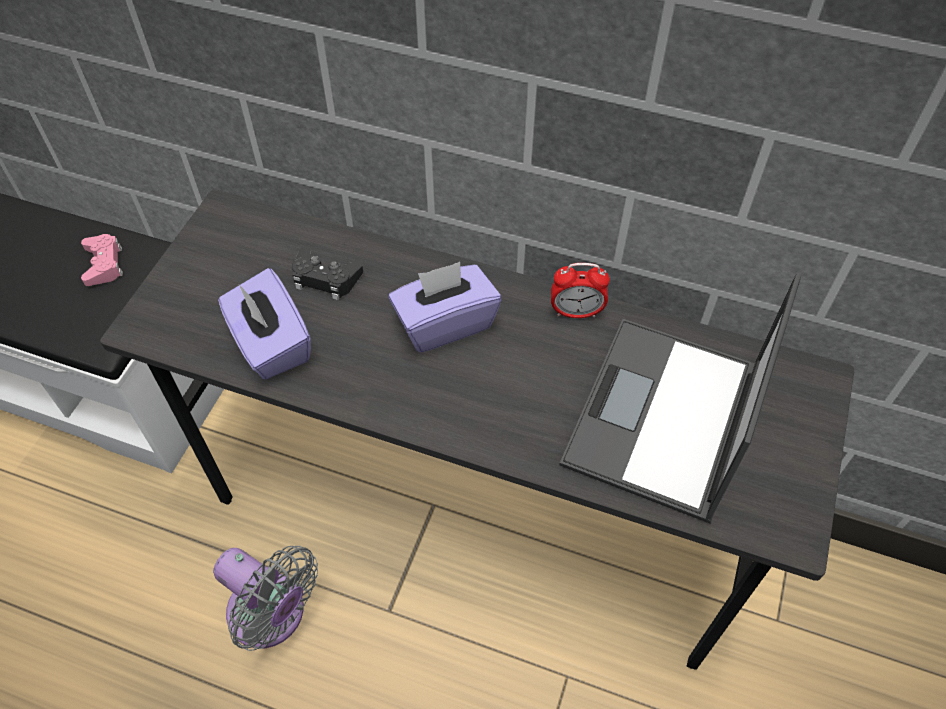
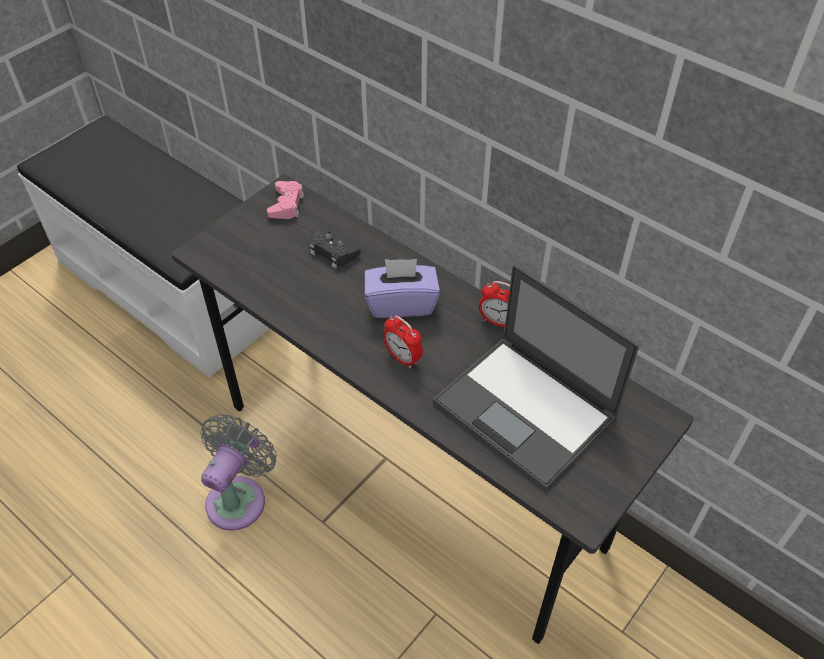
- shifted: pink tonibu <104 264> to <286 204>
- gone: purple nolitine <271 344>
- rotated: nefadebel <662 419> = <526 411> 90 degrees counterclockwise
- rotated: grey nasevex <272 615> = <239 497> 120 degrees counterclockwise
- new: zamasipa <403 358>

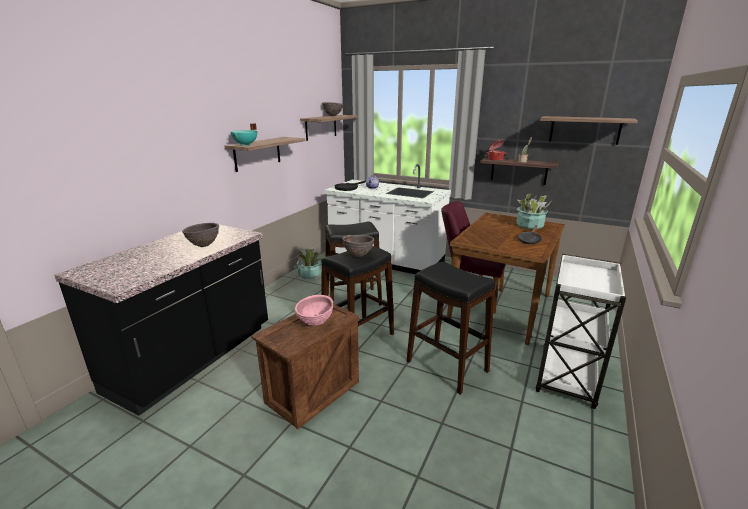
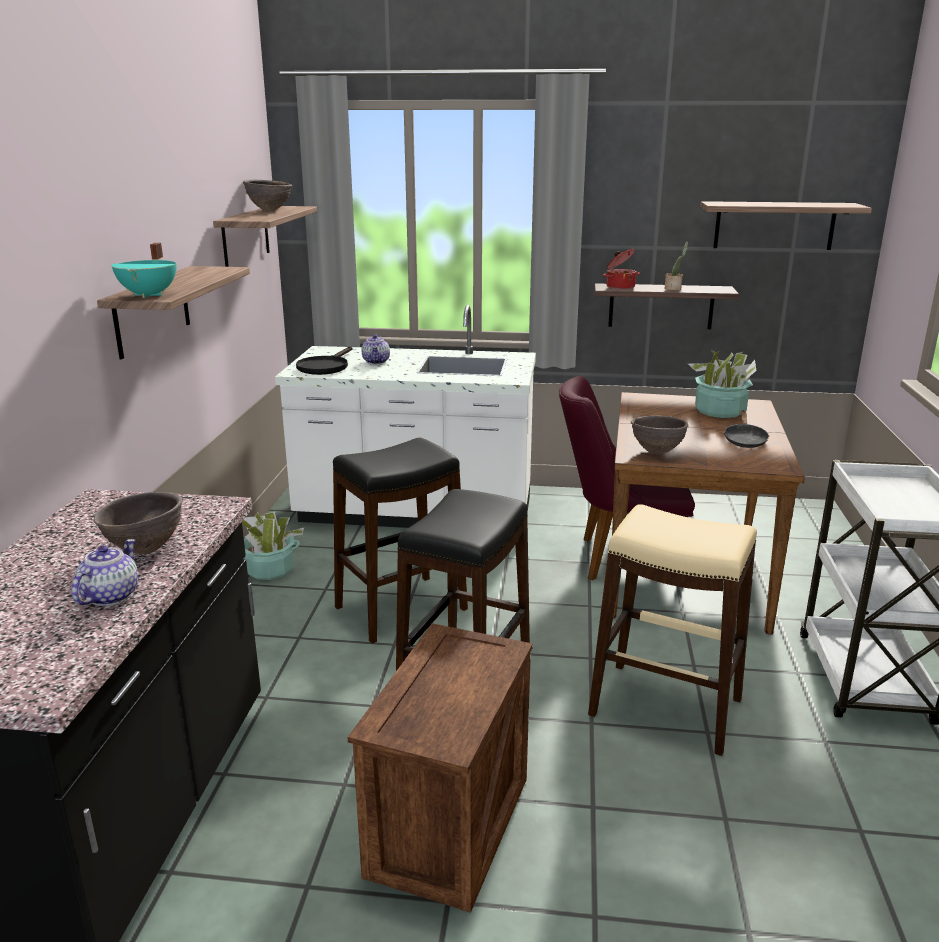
- shifted: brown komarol <358 255> to <657 452>
- repainted: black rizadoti <446 366> to beige rizadoti <664 707>
- gone: pink komarol <315 323>
- new: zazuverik <110 595>

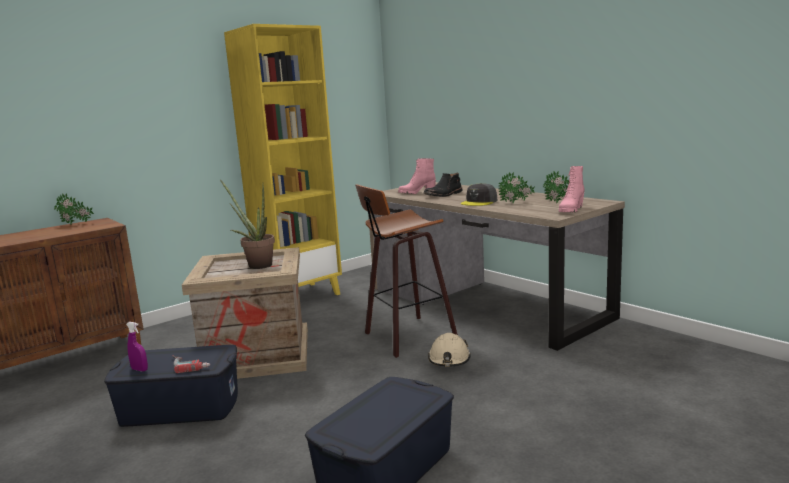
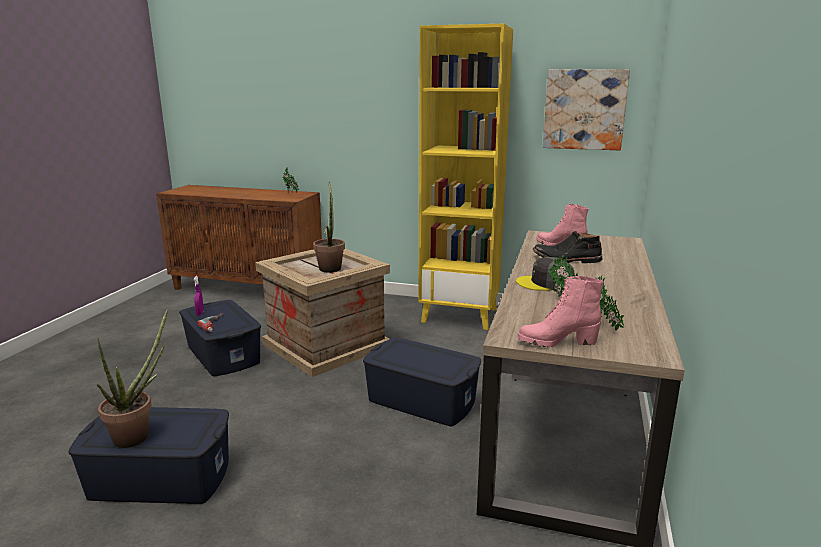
- swapped: rizadoti <407 337> to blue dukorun <422 400>
- gone: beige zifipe <449 360>
- new: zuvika <584 109>
- new: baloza <138 434>

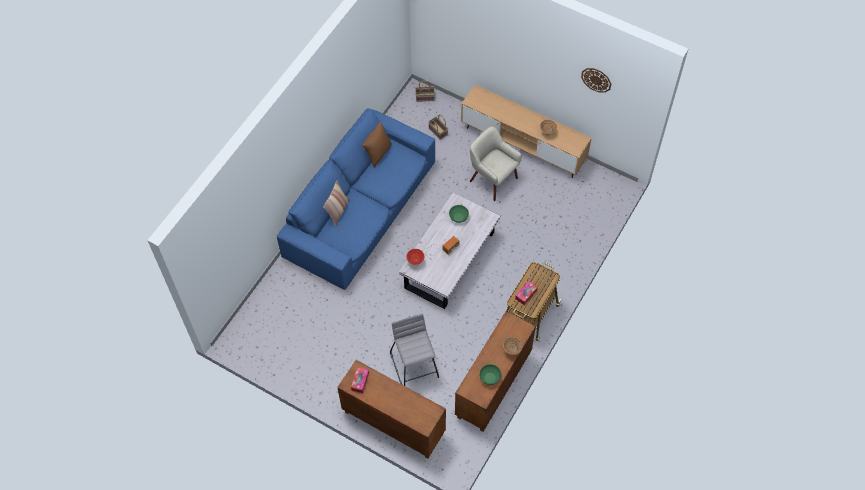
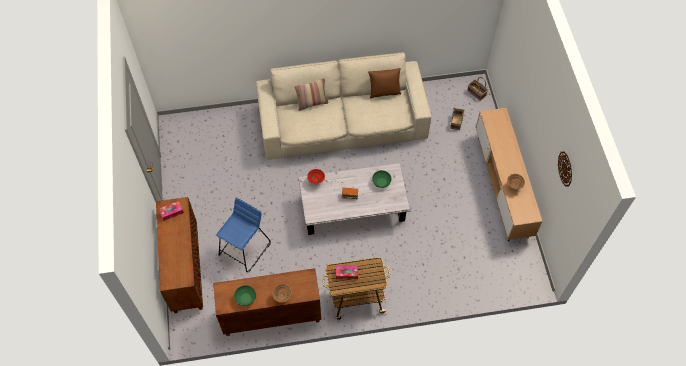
- repainted: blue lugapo <361 210> to beige lugapo <342 123>
- gone: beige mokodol <492 179>
- repainted: grey rizadoti <415 365> to blue rizadoti <245 249>

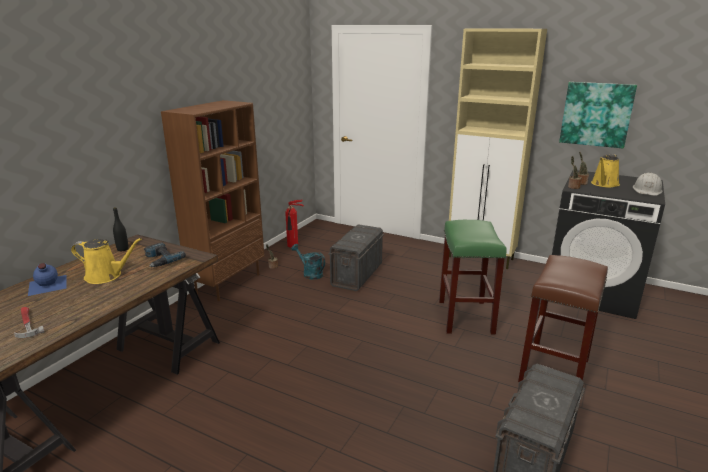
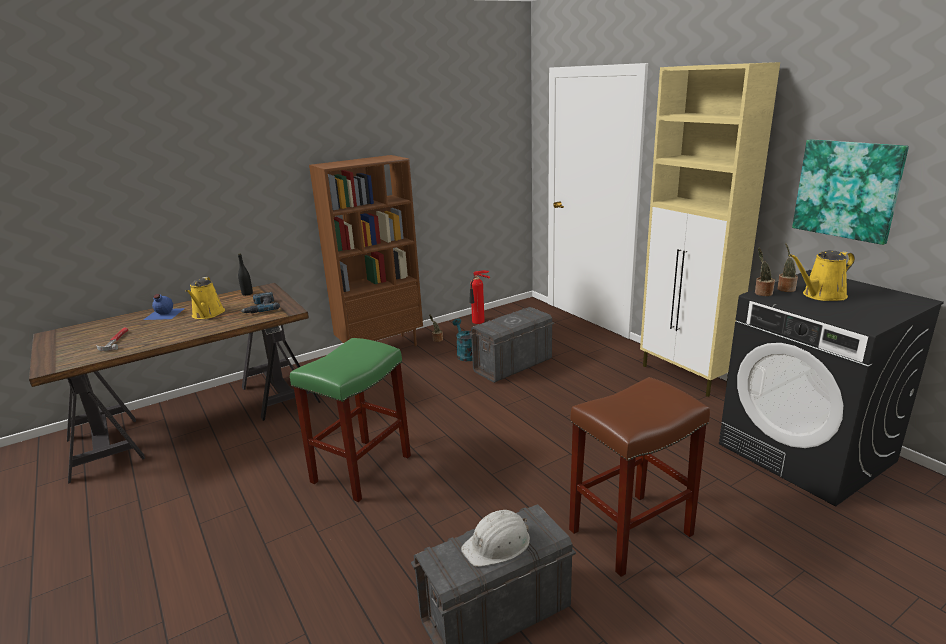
- shifted: white zifipe <647 190> to <498 544>
- shifted: green rizadoti <465 316> to <362 468>
- rotated: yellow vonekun <106 276> = <207 314> 45 degrees clockwise

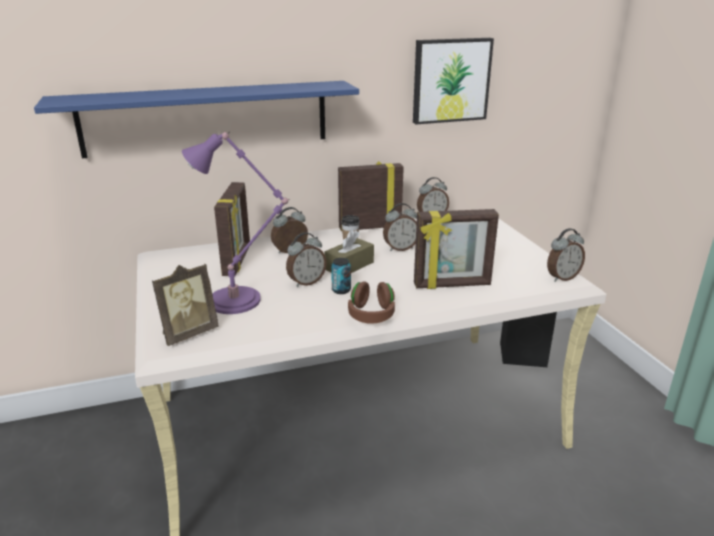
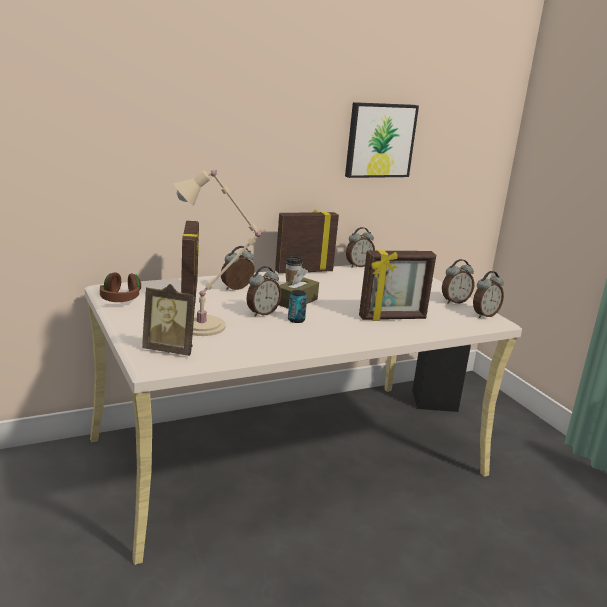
- gone: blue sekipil <206 118>
- repainted: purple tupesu <239 300> to beige tupesu <205 326>
- shifted: zamasipa <400 248> to <454 301>
- rotated: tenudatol <188 333> = <170 349> 60 degrees clockwise
- shifted: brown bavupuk <371 315> to <120 299>

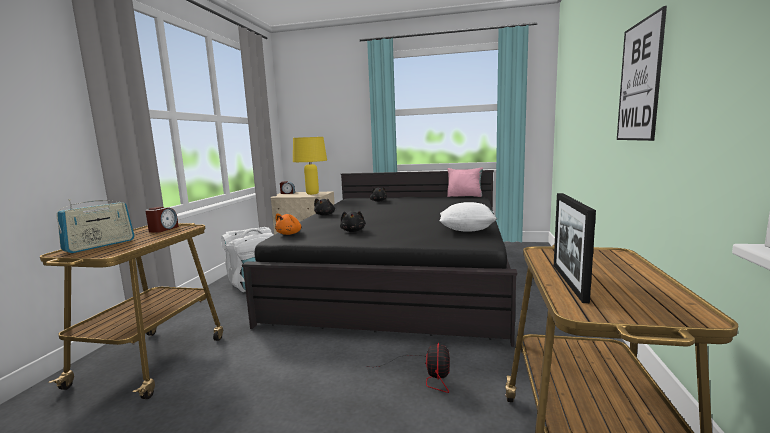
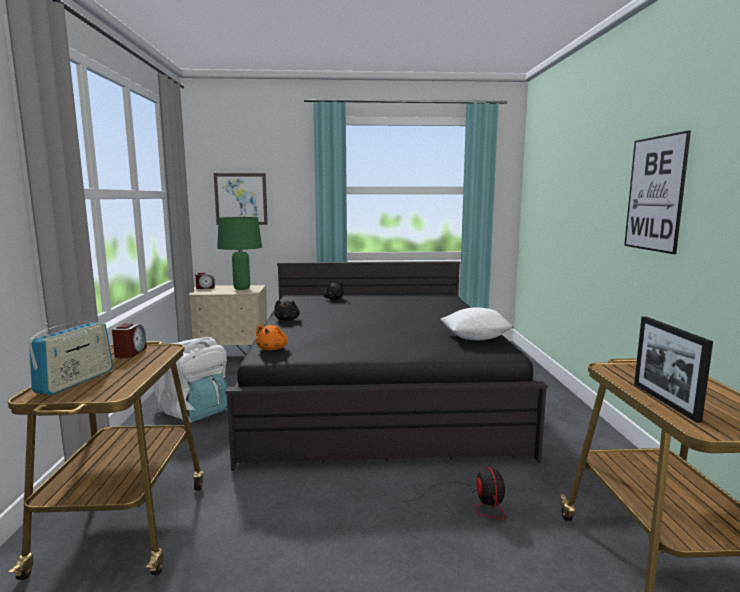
- repainted: yellow tupesu <312 194> to green tupesu <242 289>
- gone: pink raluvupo <465 196>
- gone: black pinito <353 231>
- new: zuvika <241 199>

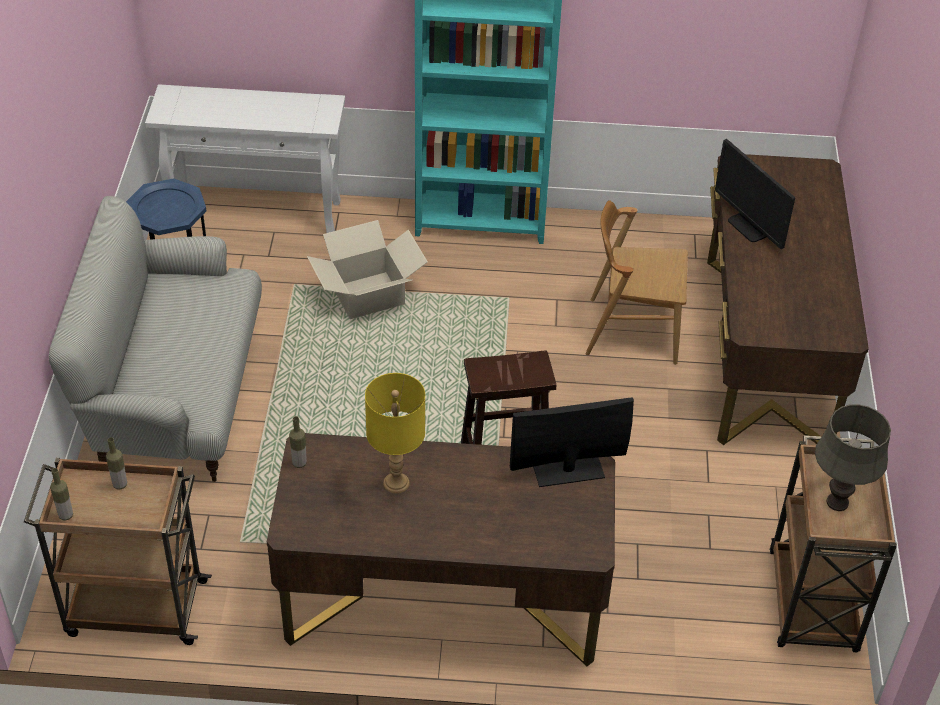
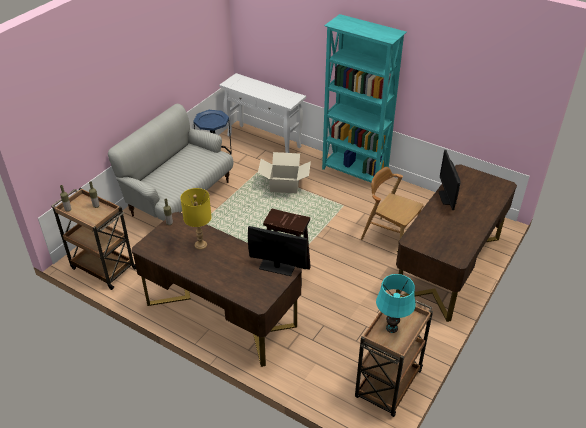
- repainted: grey tupesu <837 502> to turquoise tupesu <391 328>

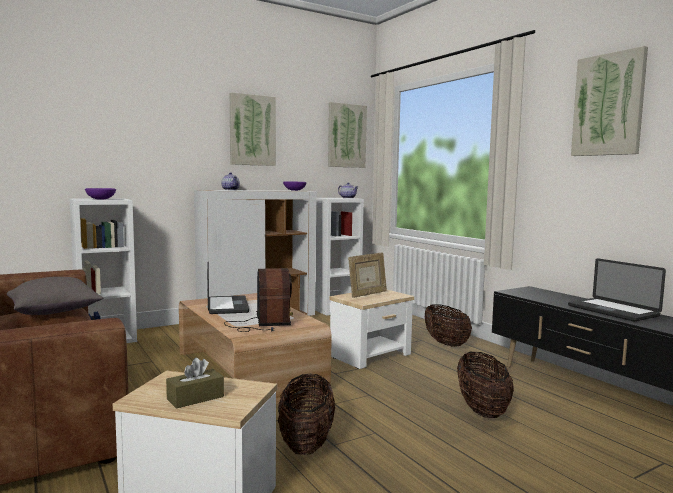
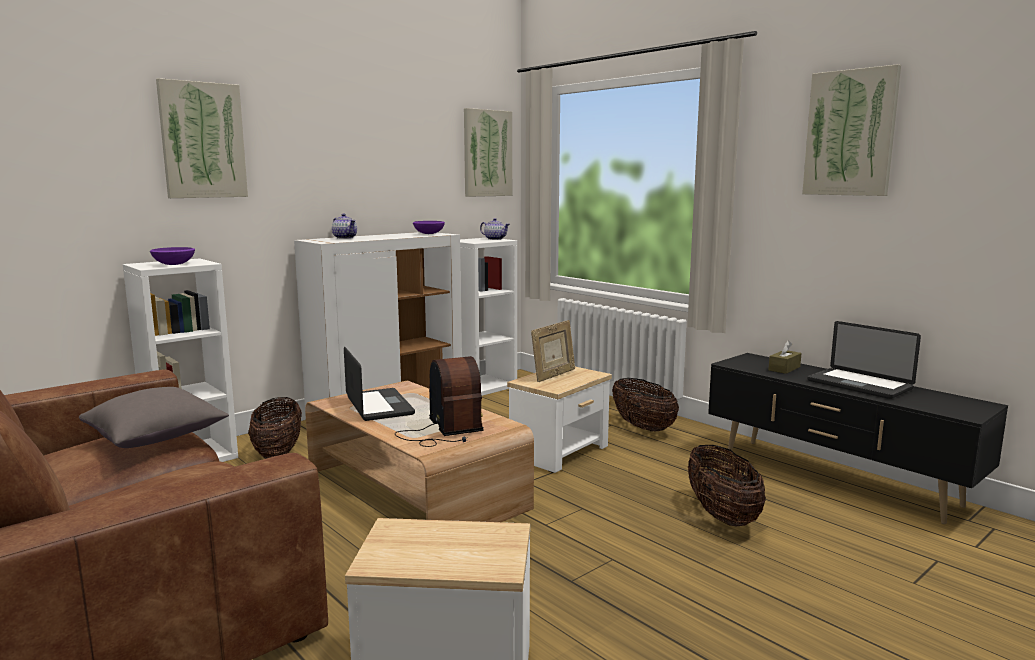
- shifted: zuvika <252 130> to <202 140>
- shifted: brown nolitine <195 398> to <784 368>
- shifted: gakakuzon <306 442> to <278 453>

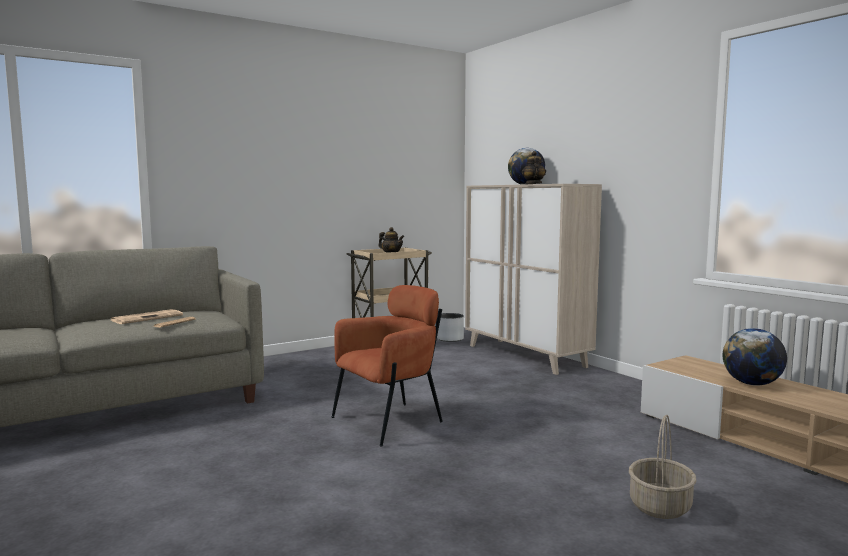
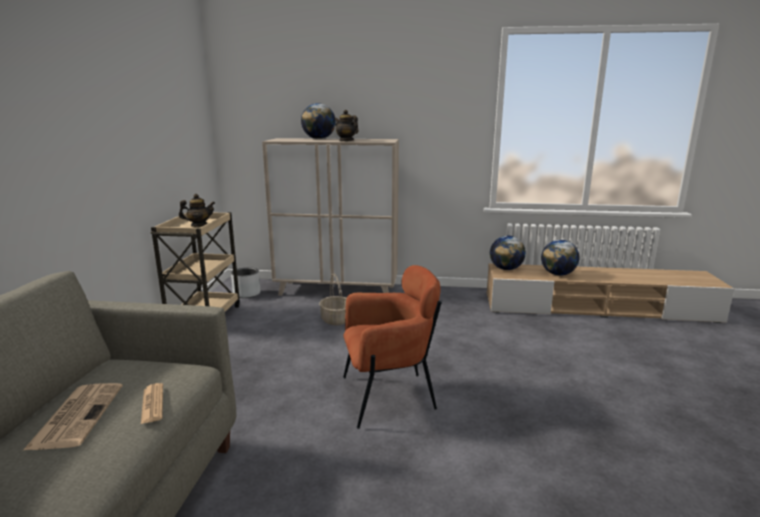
- rotated: brown mokodol <390 422> = <388 396> 75 degrees clockwise
- shifted: gakakuzon <660 507> to <336 320>
- new: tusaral <506 269>

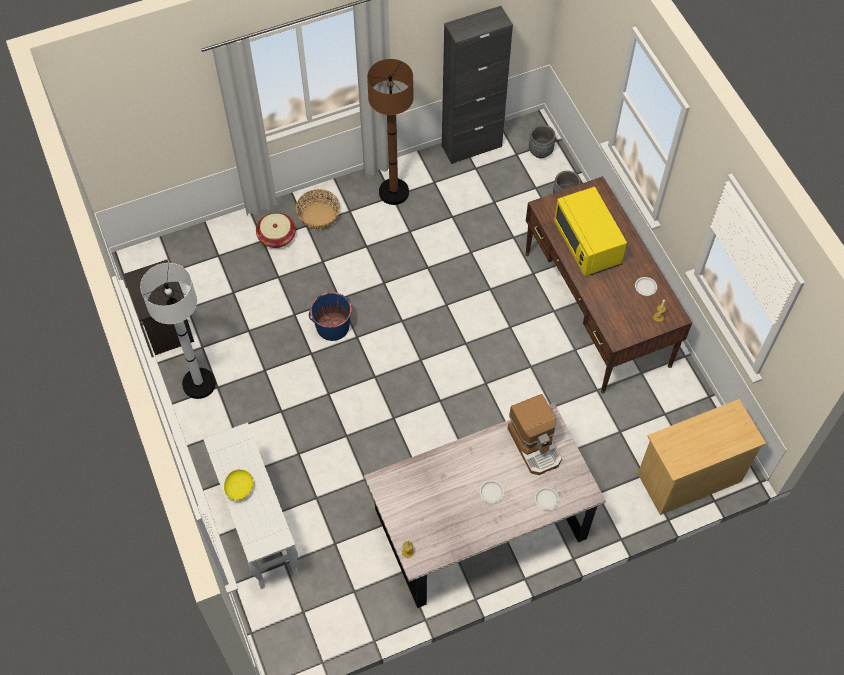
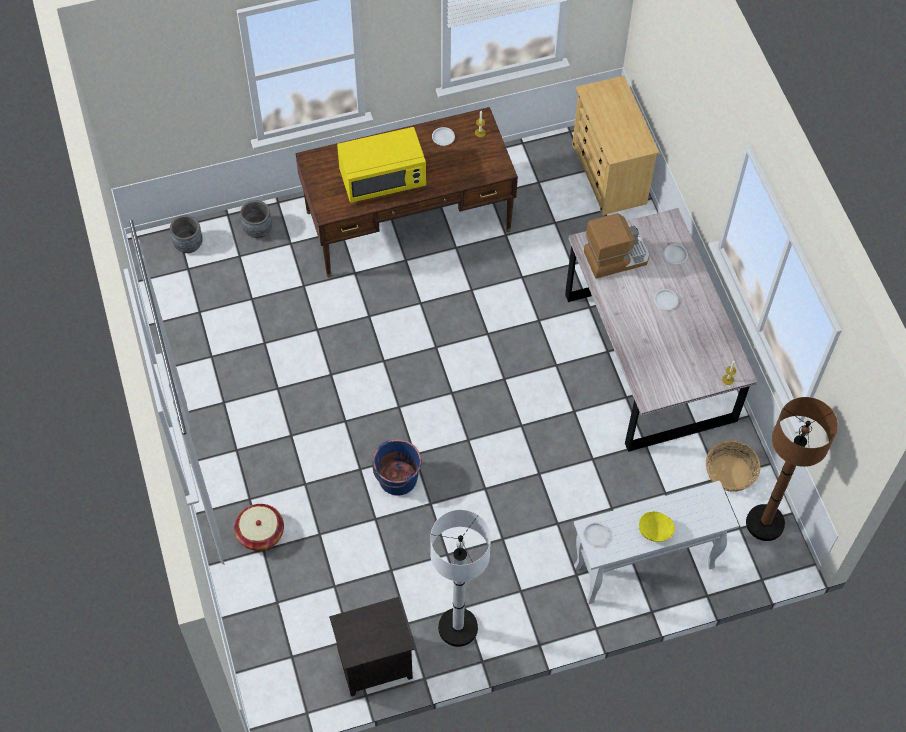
- gone: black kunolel <471 146>
- shifted: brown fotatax <393 192> to <765 523>
- shifted: gakakuzon <318 216> to <730 473>
- new: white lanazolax <595 535>

